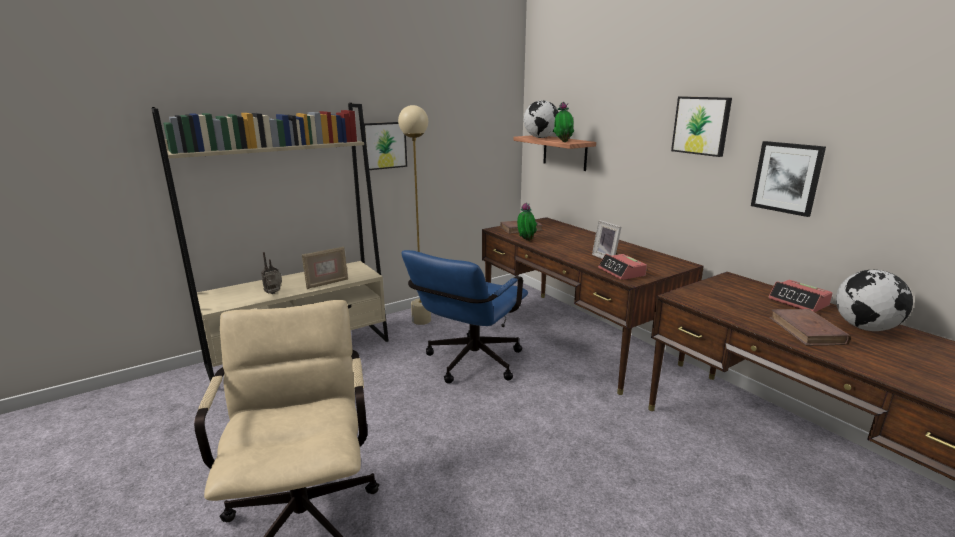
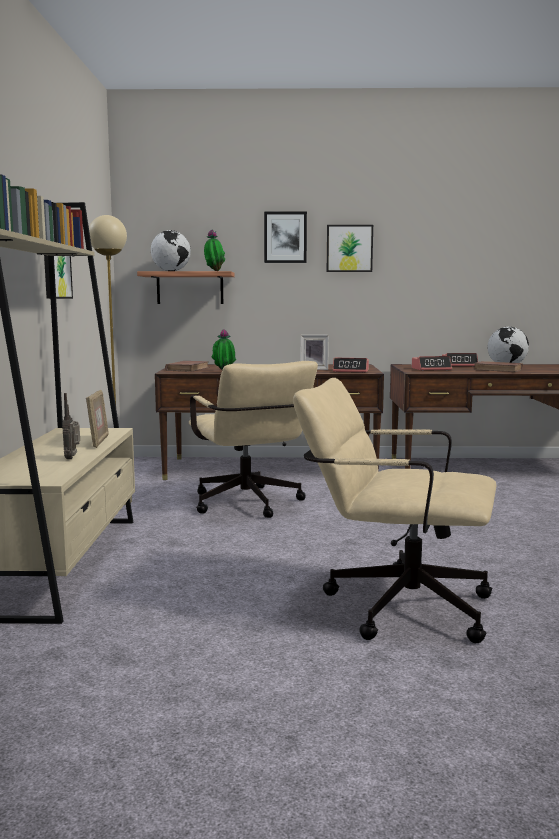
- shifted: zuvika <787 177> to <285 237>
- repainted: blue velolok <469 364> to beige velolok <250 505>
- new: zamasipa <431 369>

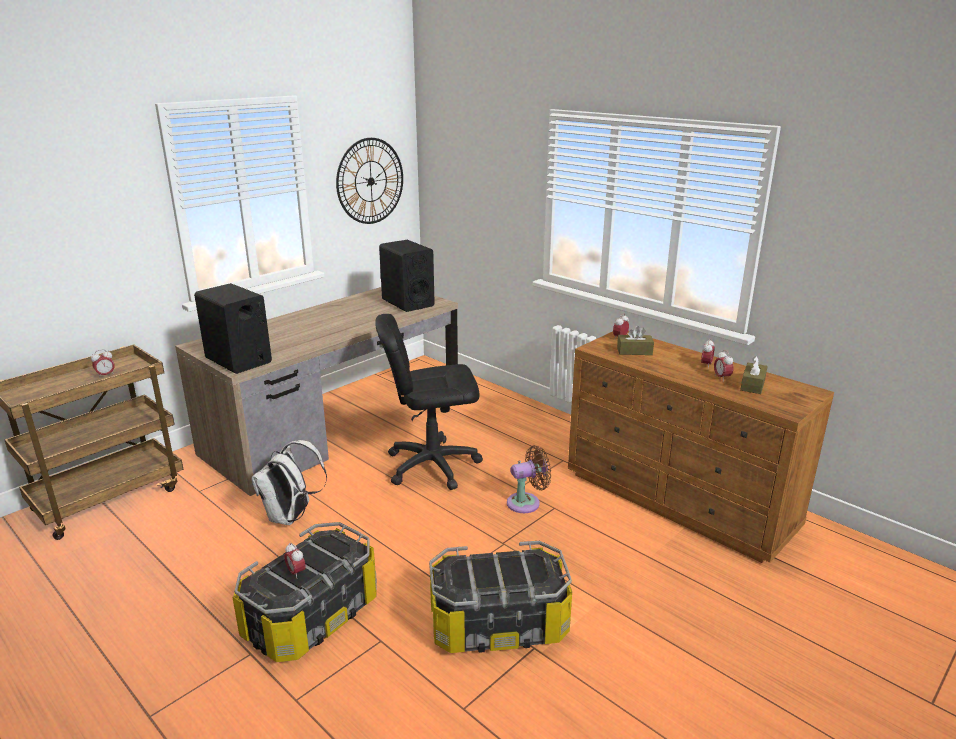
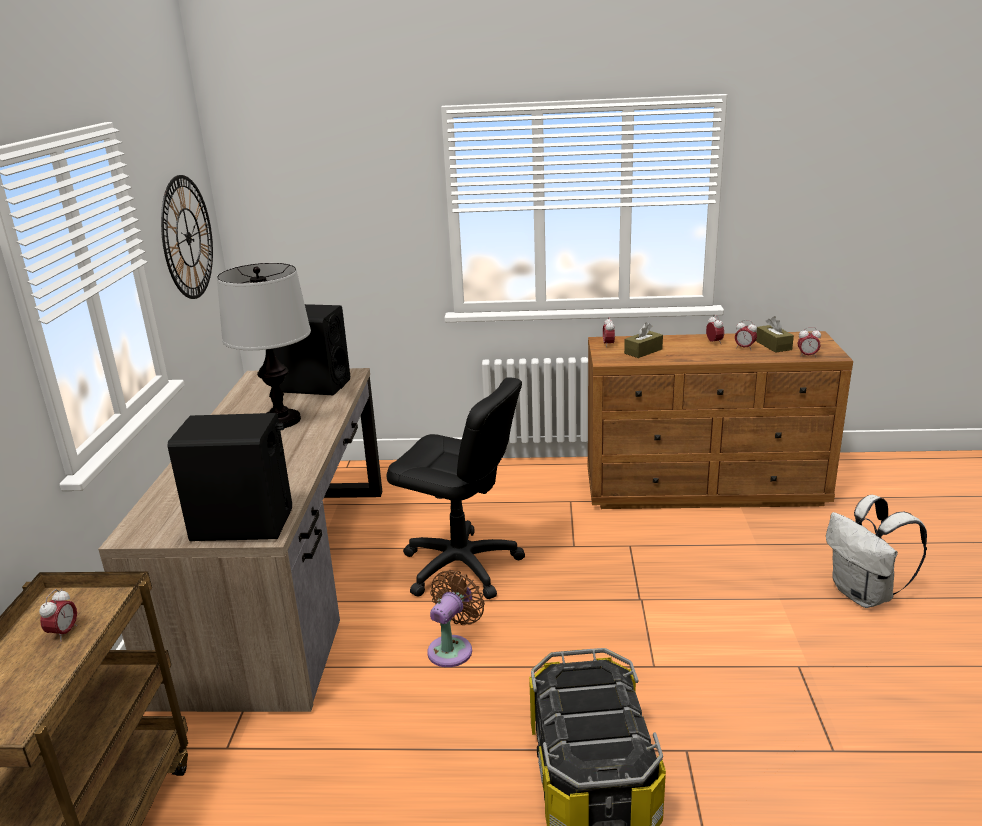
- rotated: black velolok <432 465> = <461 567> 105 degrees counterclockwise
- shifted: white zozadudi <291 517> to <864 595>
- shifted: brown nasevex <527 502> to <453 648>
- gone: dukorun <498 625>
- shifted: zamasipa <296 572> to <807 356>
- new: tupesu <280 420>

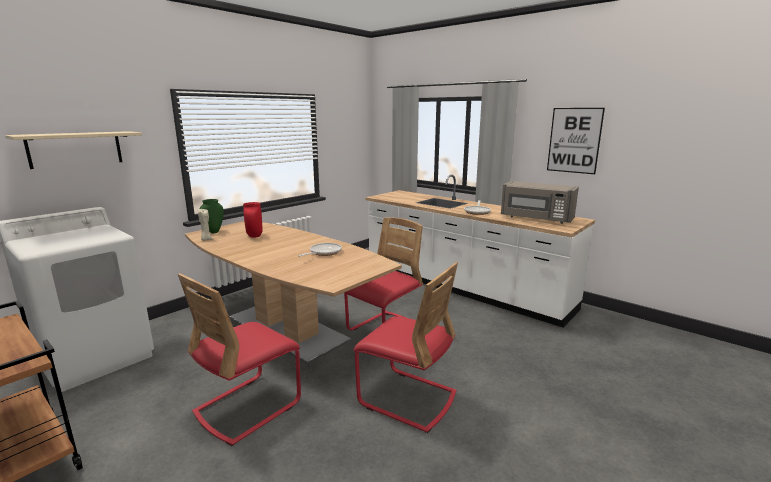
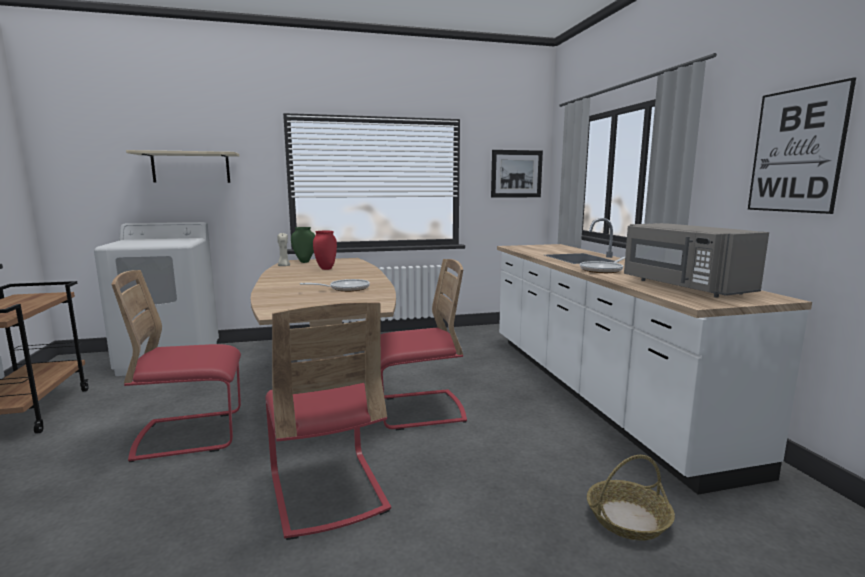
- new: zuvika <516 174>
- new: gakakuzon <627 519>

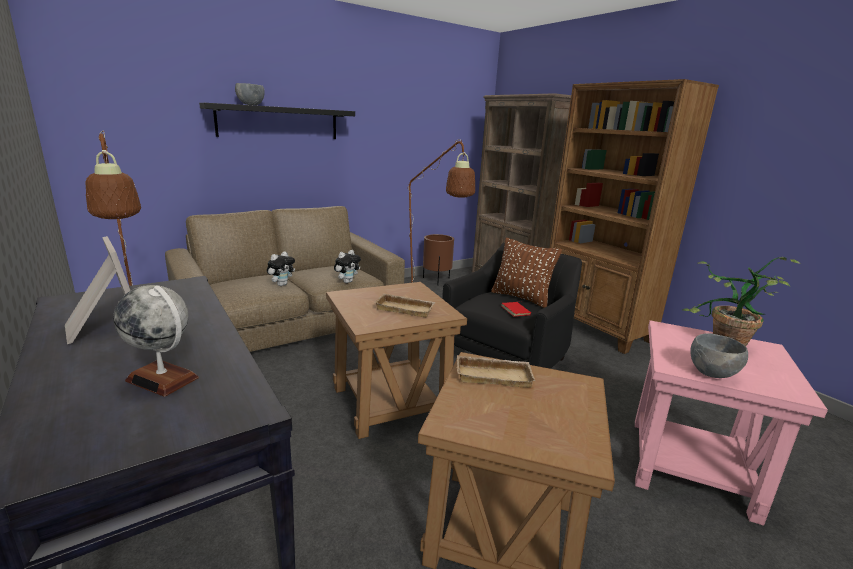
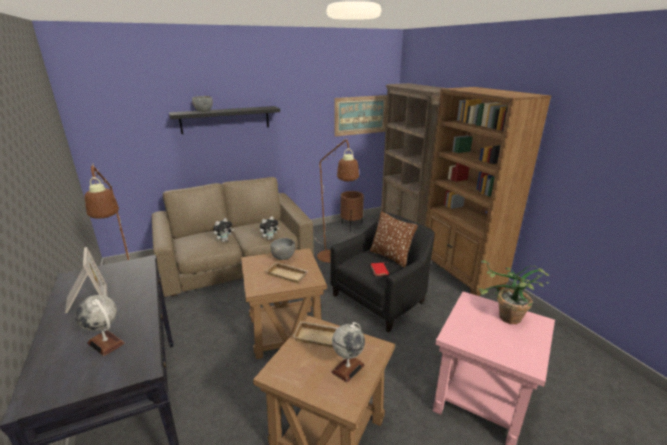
- shifted: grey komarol <712 373> to <284 257>
- new: zuvika <361 115>
- new: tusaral <348 368>

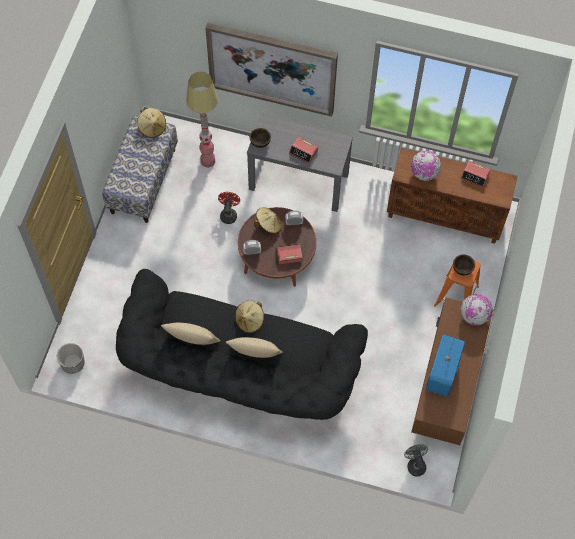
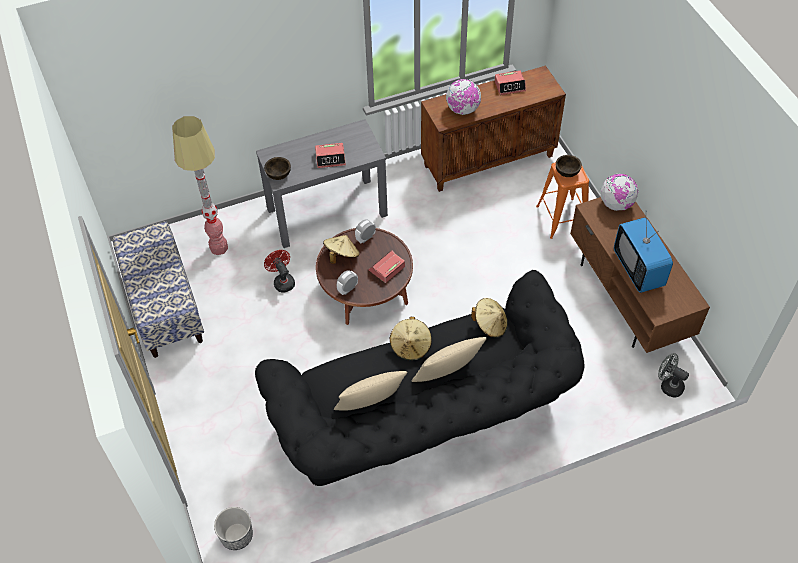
- gone: zuvika <272 68>
- shifted: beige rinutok <152 127> to <490 324>

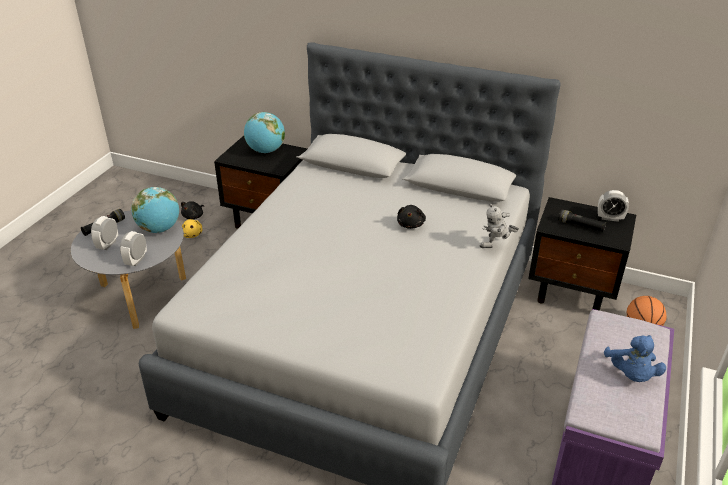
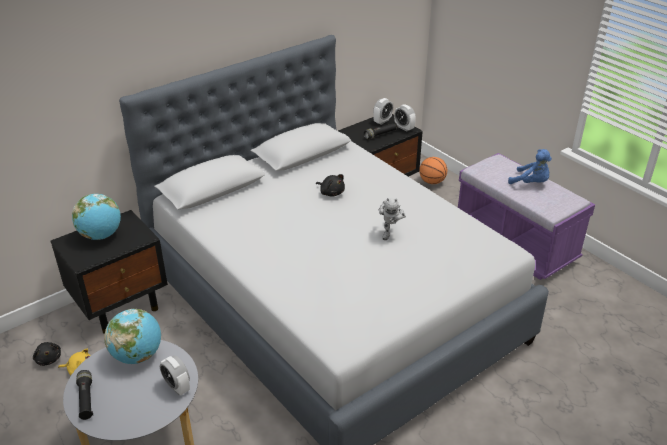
- shifted: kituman <496 247> to <390 232>
- shifted: zamasipa <108 244> to <404 128>

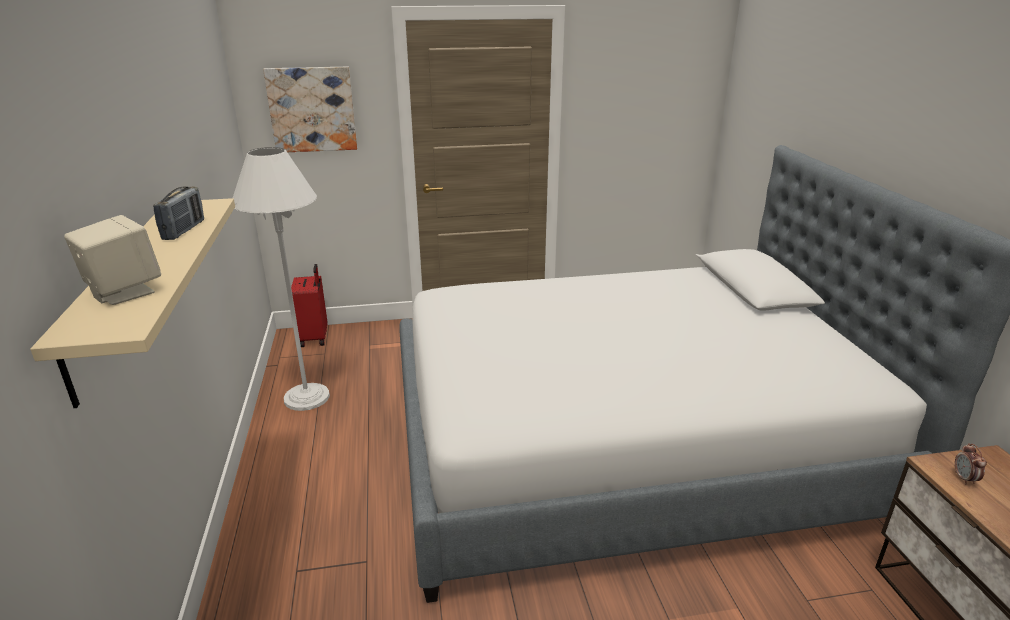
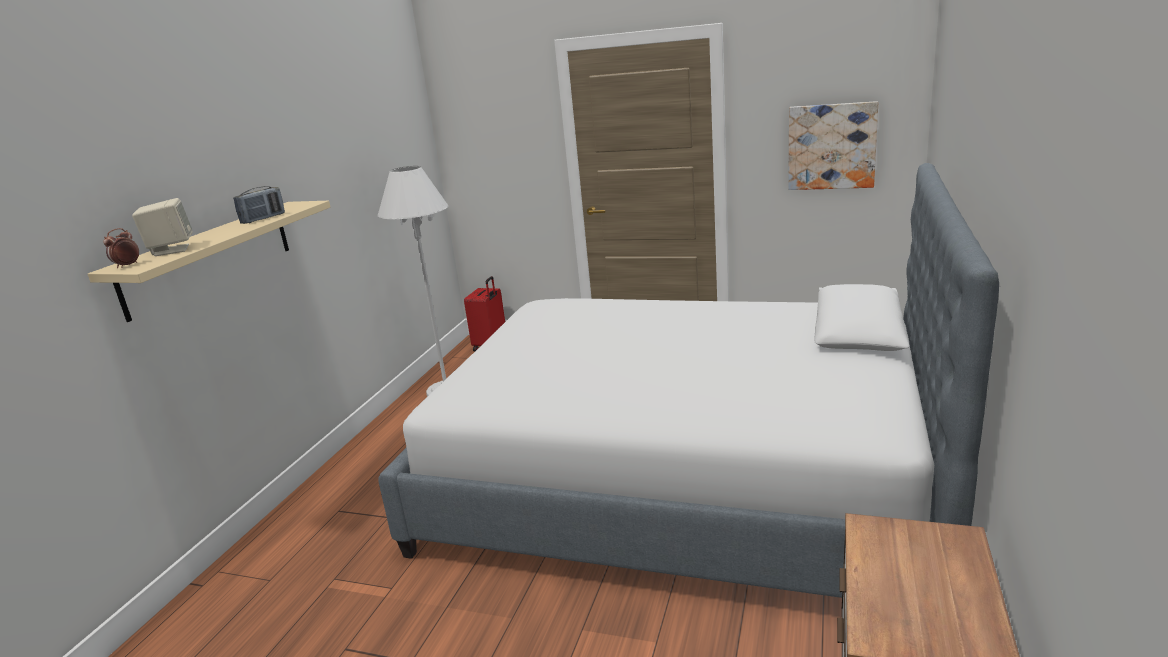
- shifted: zuvika <312 109> to <831 146>
- shifted: zamasipa <964 479> to <127 266>

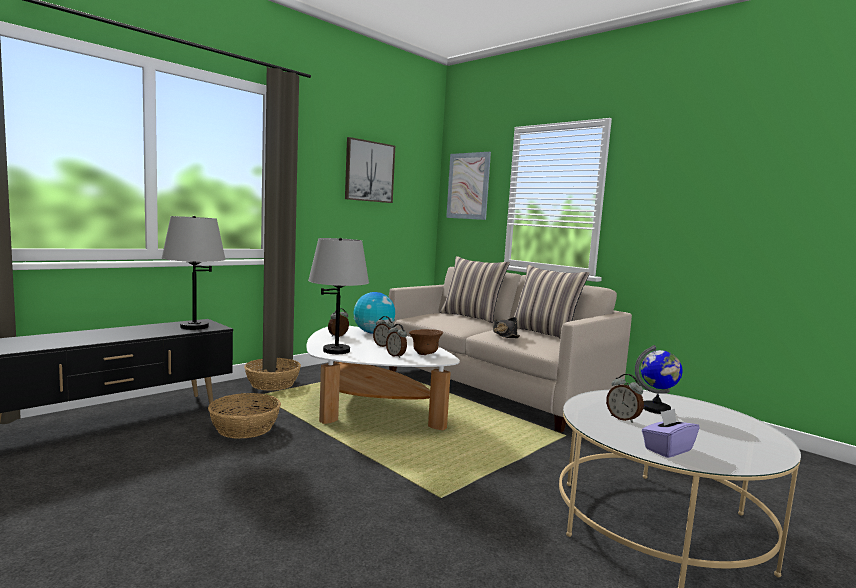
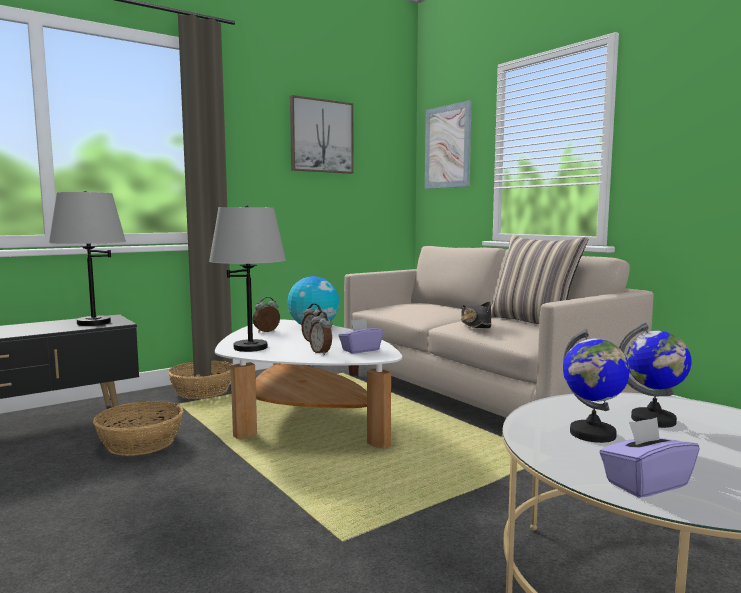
- gone: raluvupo <471 316>
- swapped: brown komarol <424 354> to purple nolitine <360 350>
- swapped: zamasipa <623 419> to tusaral <592 434>

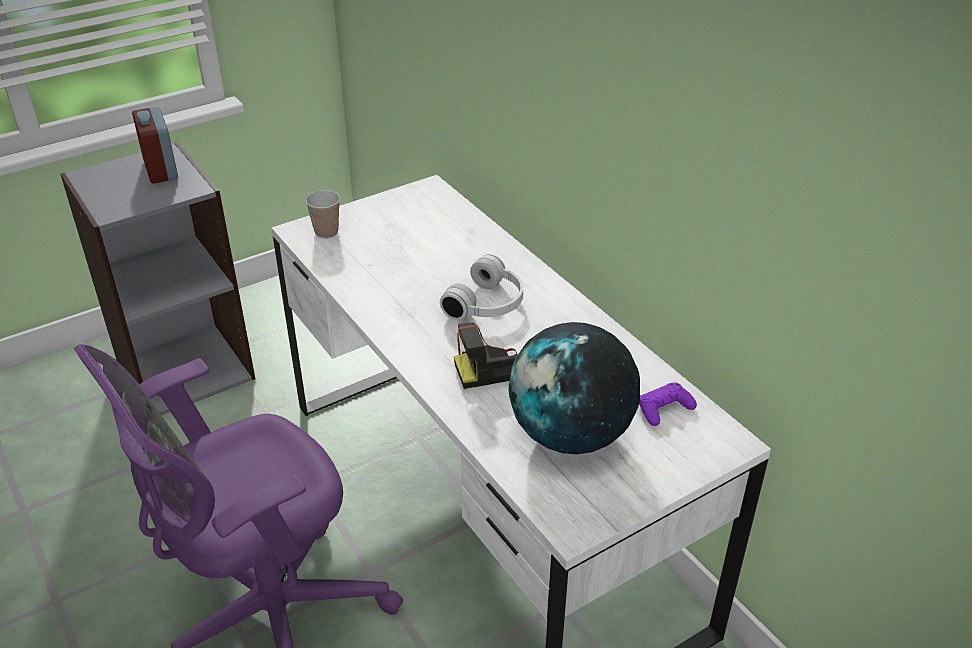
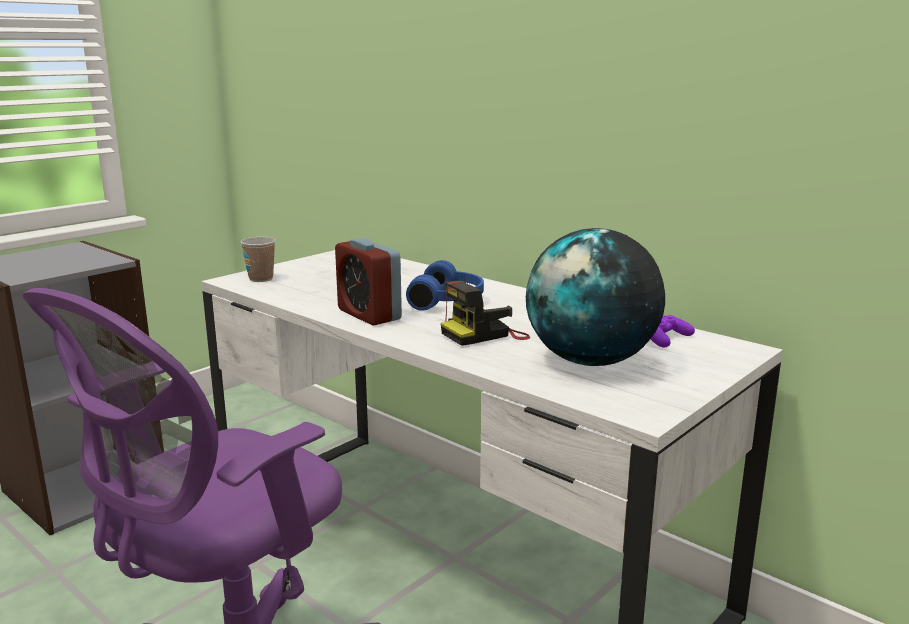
- shifted: zamasipa <161 170> to <369 315>
- repainted: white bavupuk <488 304> to blue bavupuk <449 301>

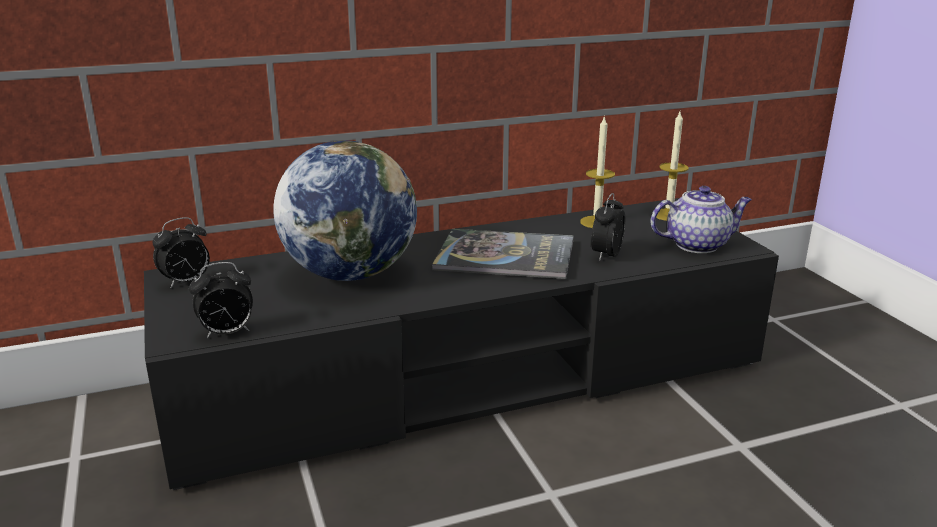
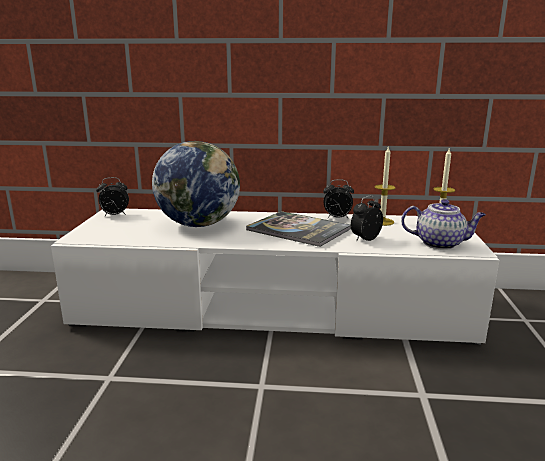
- repainted: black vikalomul <468 377> to white vikalomul <272 308>
- shifted: zamasipa <227 333> to <337 218>

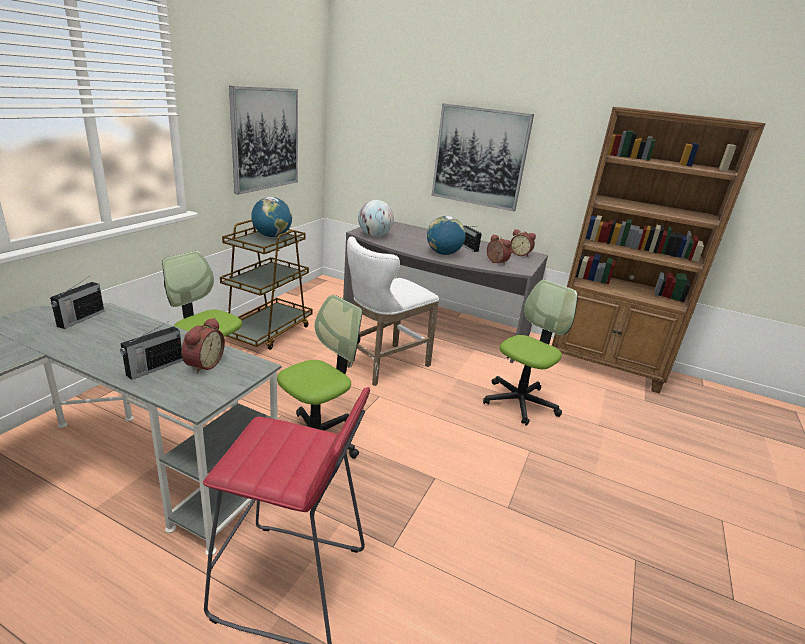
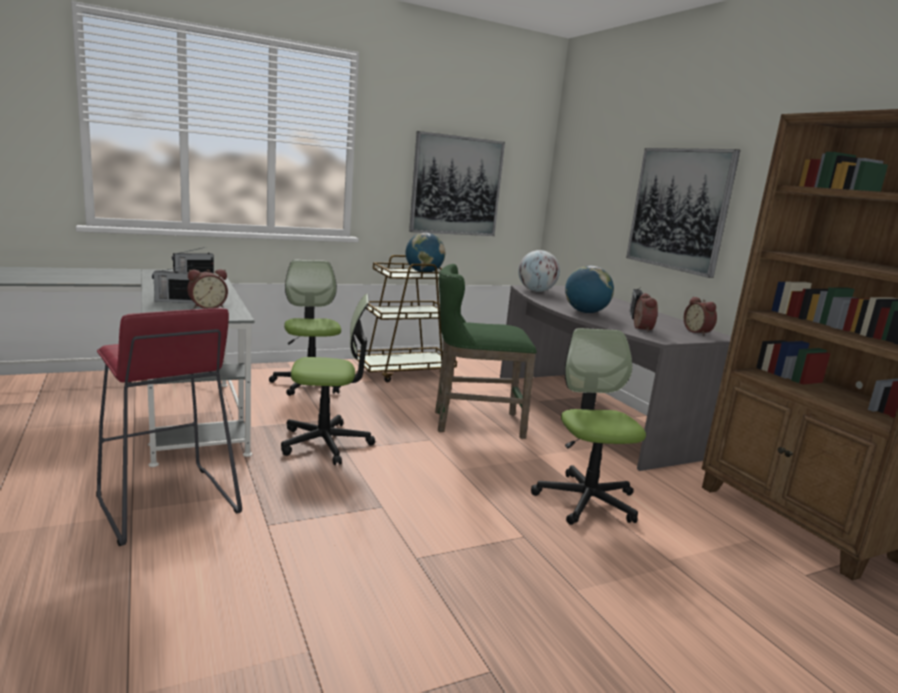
- repainted: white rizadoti <383 366> to green rizadoti <472 423>
- rotated: velolok <520 402> = <586 500> 90 degrees counterclockwise

